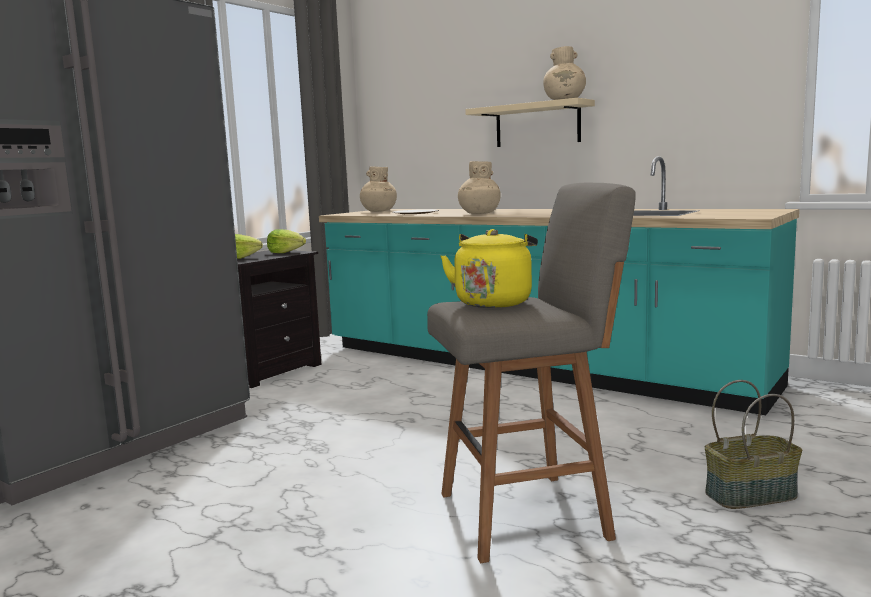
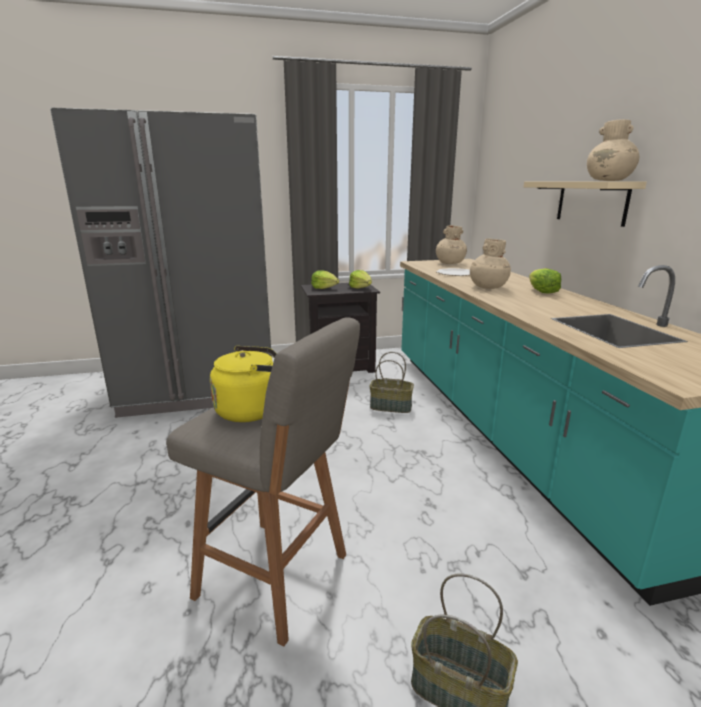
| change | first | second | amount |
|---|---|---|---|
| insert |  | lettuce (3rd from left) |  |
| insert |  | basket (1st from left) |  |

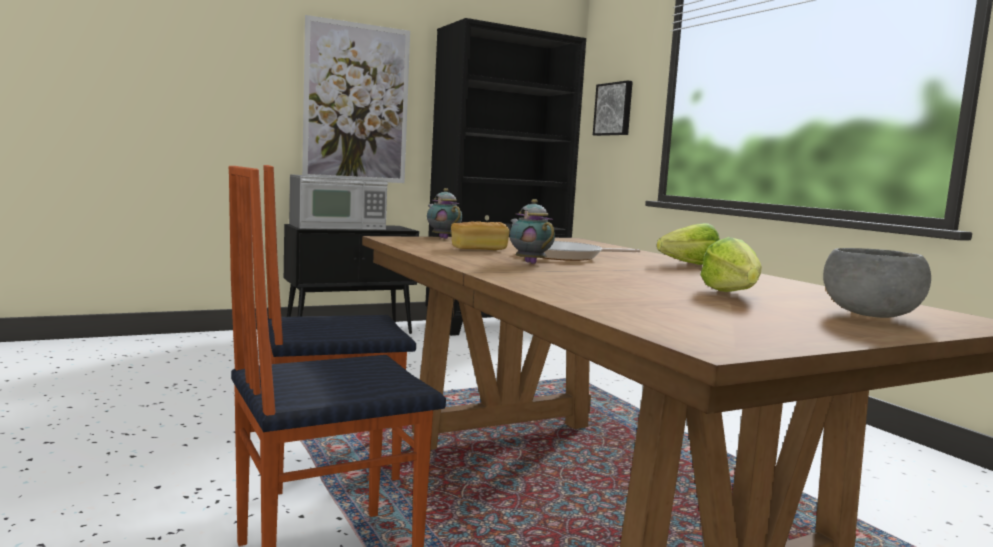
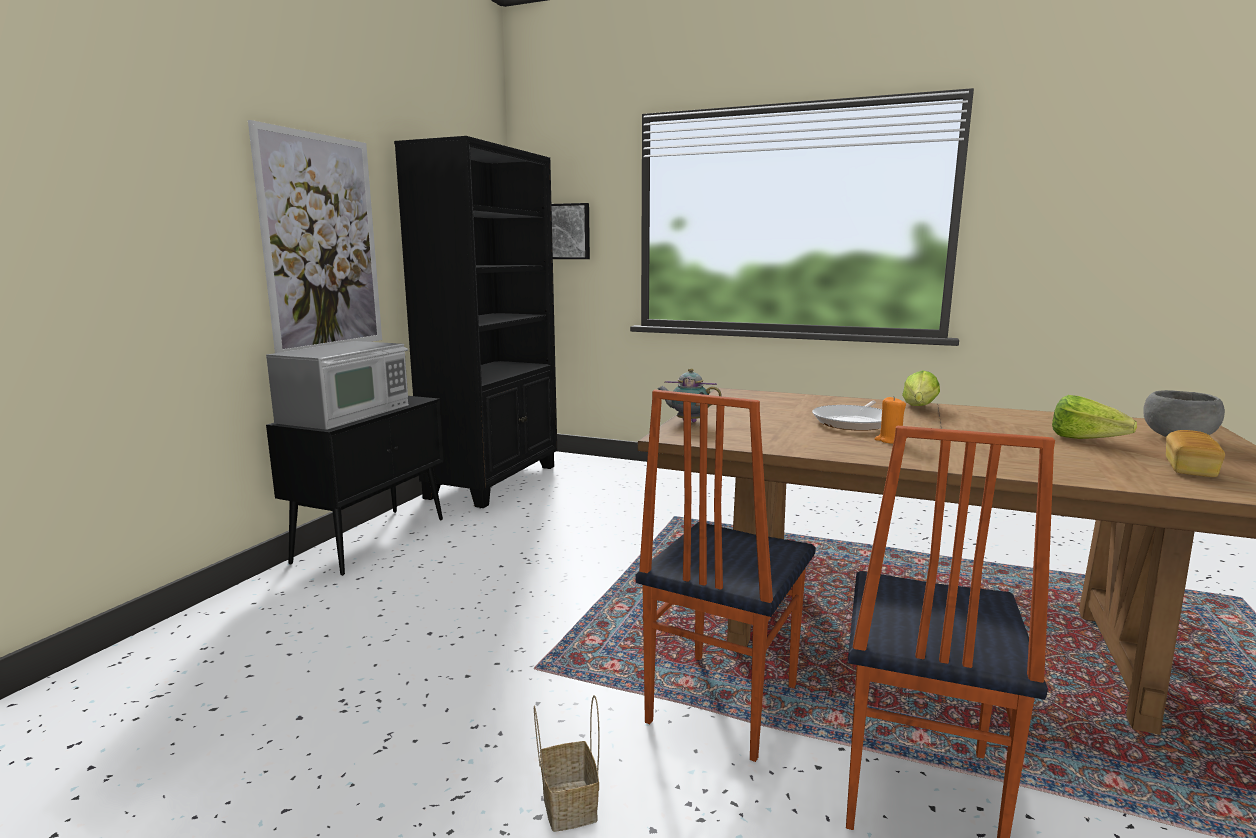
| change | first | second | amount |
|---|---|---|---|
| replace | teapot (2nd from left) | orange candle |  |
| move | bread |  |  |
| insert |  | basket |  |

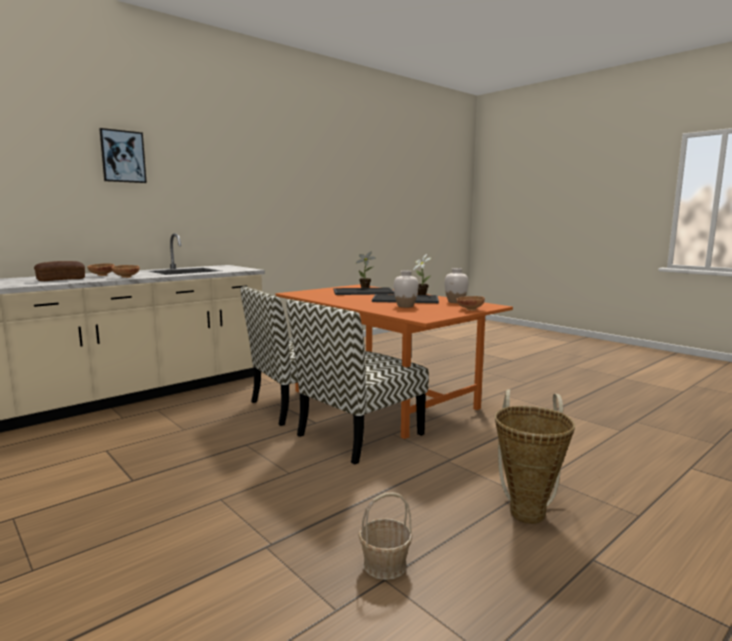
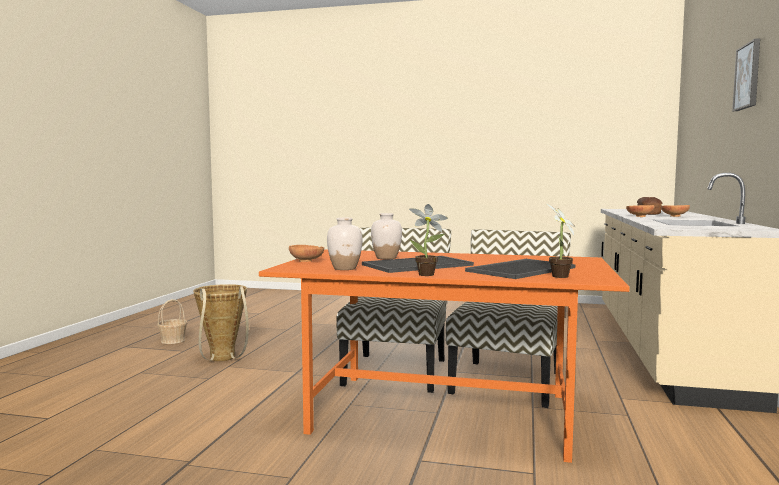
| change | first | second | amount |
|---|---|---|---|
| move | basket (1st from left) |  |  |

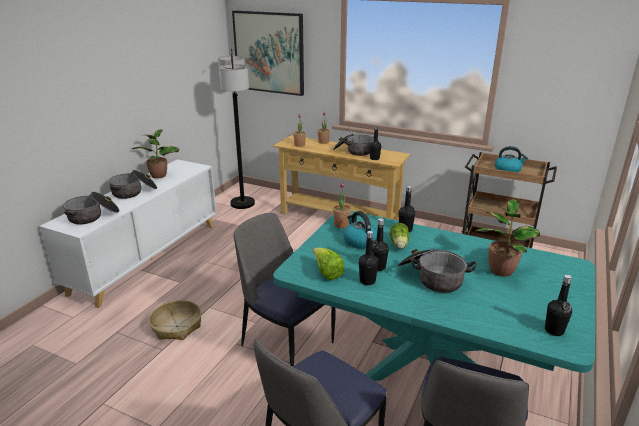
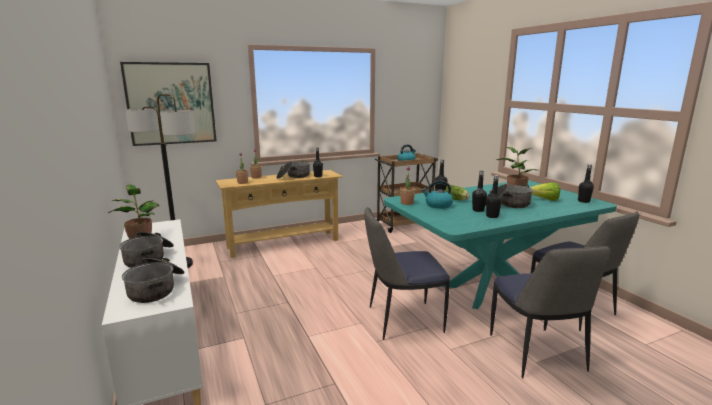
| change | first | second | amount |
|---|---|---|---|
| move | lettuce (1st from left in the first image) | lettuce (2nd from left) |  |
| delete | basket |  |  |

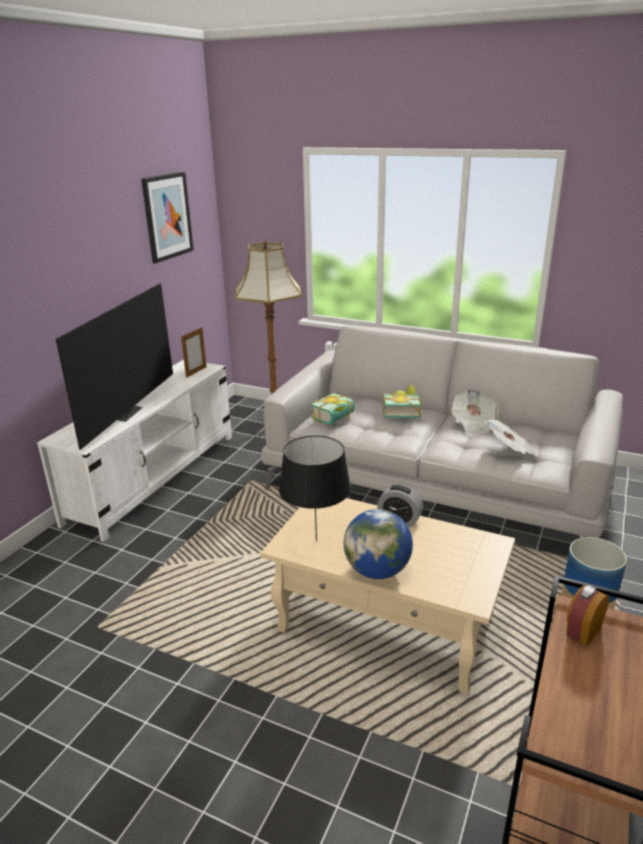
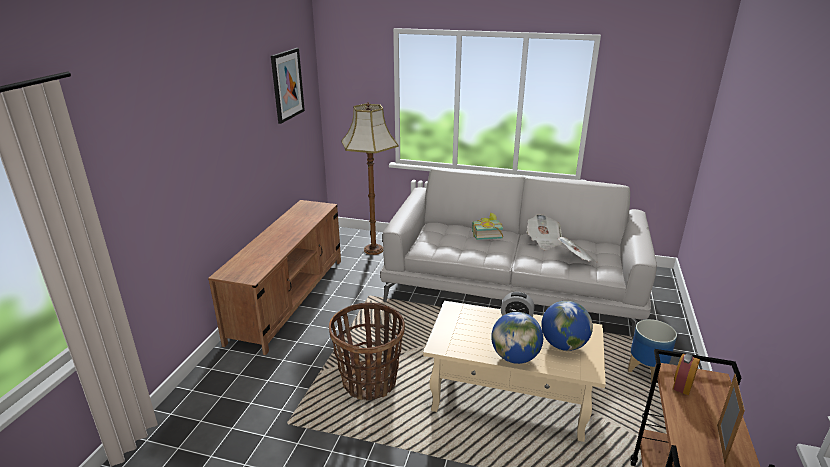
| change | first | second | amount |
|---|---|---|---|
| delete | television |  |  |
| move | picture frame |  |  |
| recolor | white tv stand | brown tv stand |  |
| delete | book (1st from left) |  |  |
| delete | black table lamp |  |  |
| insert |  | globe (2nd from left) |  |
| insert |  | basket |  |

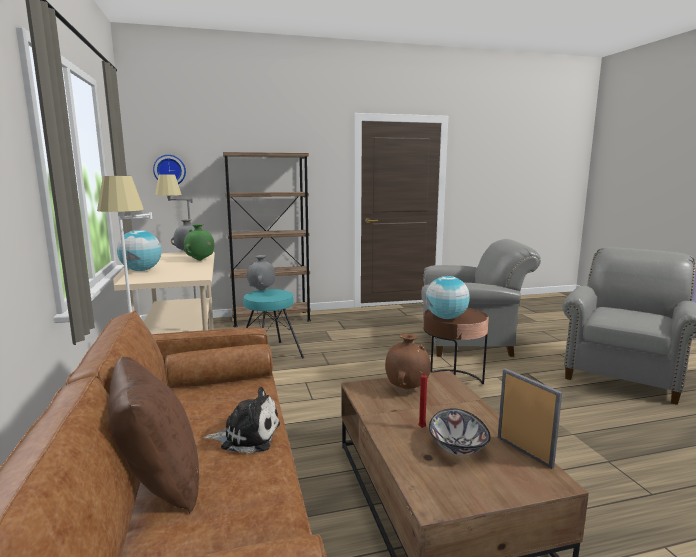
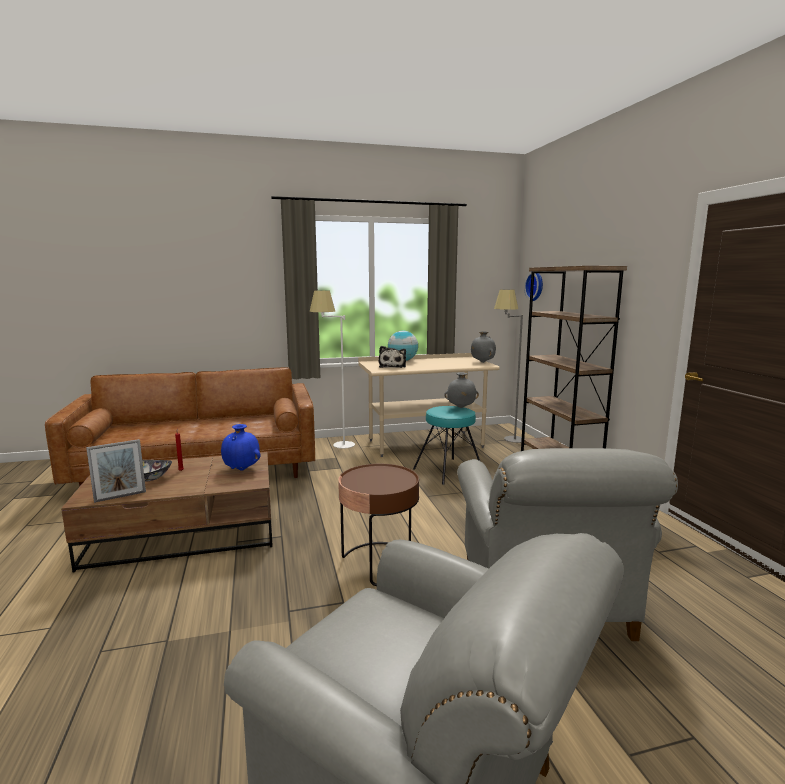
| change | first | second | amount |
|---|---|---|---|
| delete | green vase |  |  |
| delete | globe (2nd from left) |  |  |
| recolor | brown vase | blue vase |  |
| delete | brown pillow |  |  |
| move | plush toy |  |  |

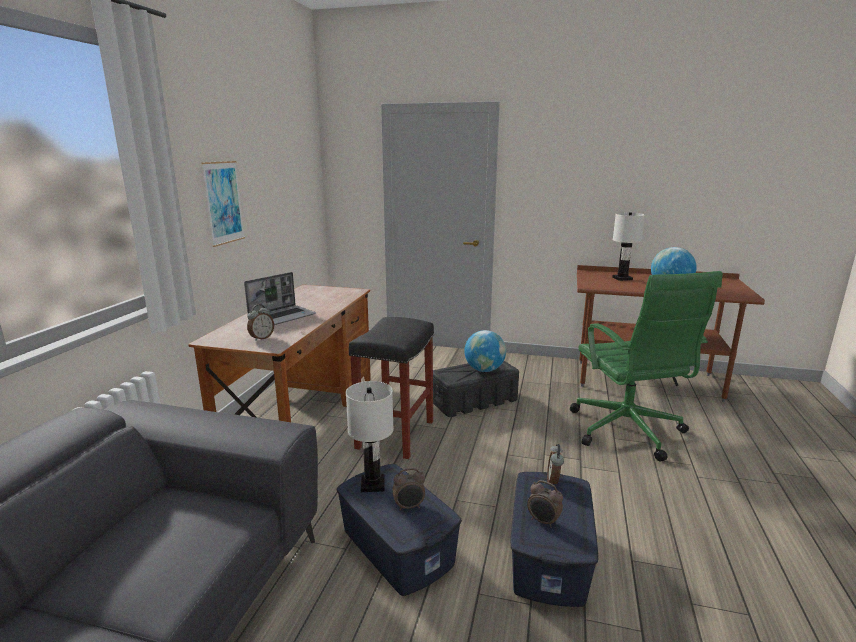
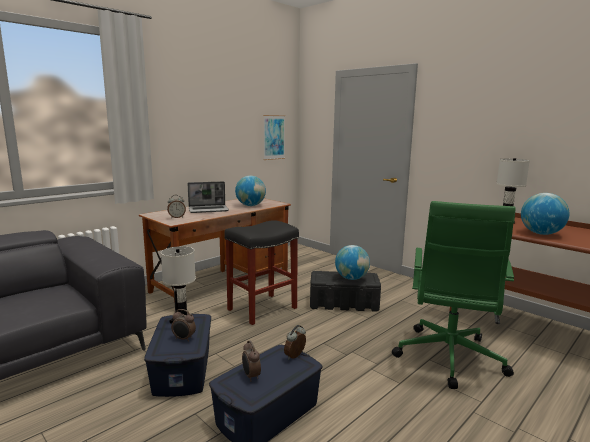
| change | first | second | amount |
|---|---|---|---|
| move | picture |  |  |
| insert |  | globe (1st from left) |  |

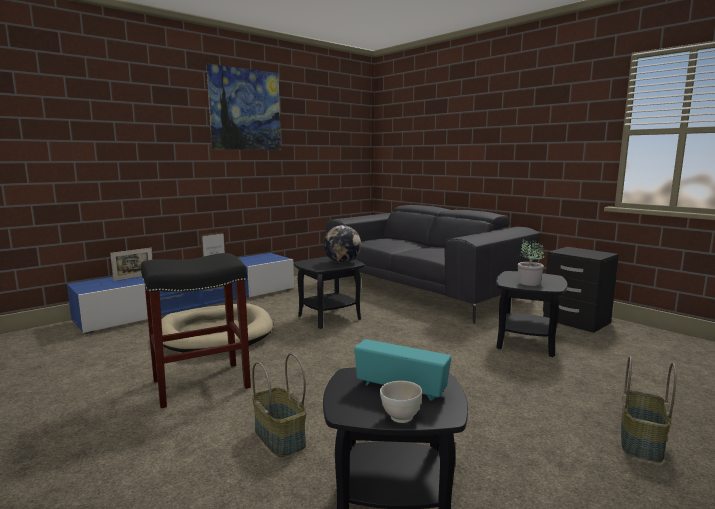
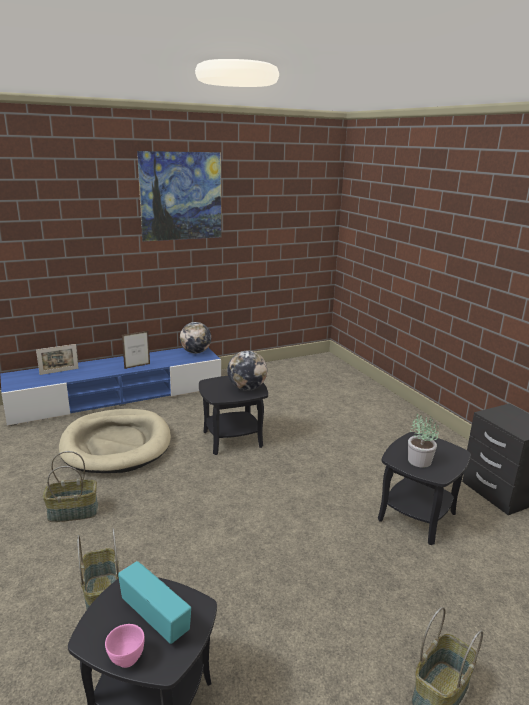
| change | first | second | amount |
|---|---|---|---|
| delete | grey sofa |  |  |
| replace | black stool | basket (1st from left) |  |
| recolor | white bowl | pink bowl |  |
| insert |  | globe (1st from left) |  |

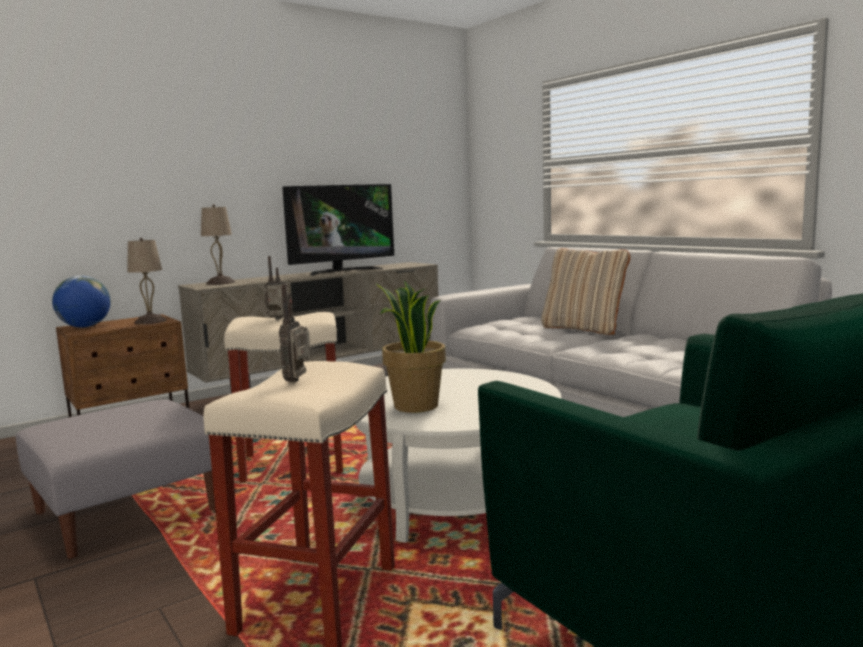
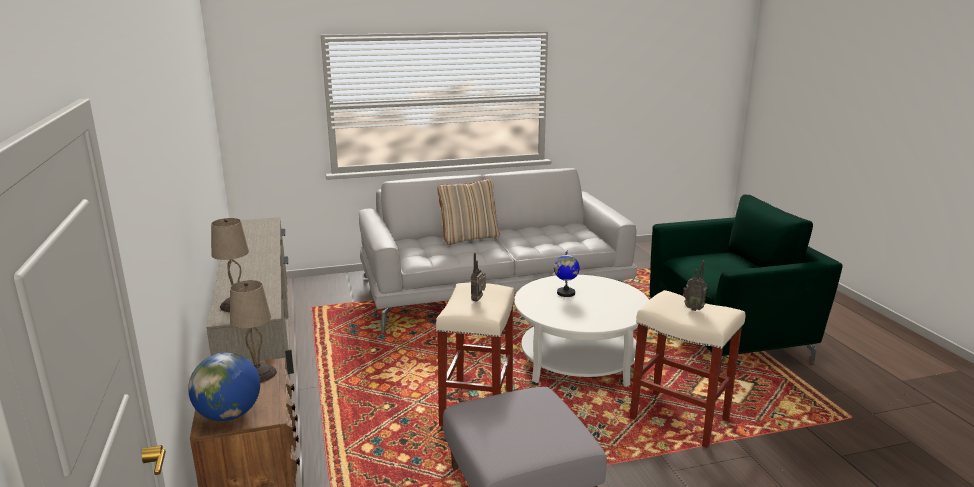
| change | first | second | amount |
|---|---|---|---|
| delete | television |  |  |
| delete | potted plant |  |  |
| insert |  | globe (2nd from left) |  |

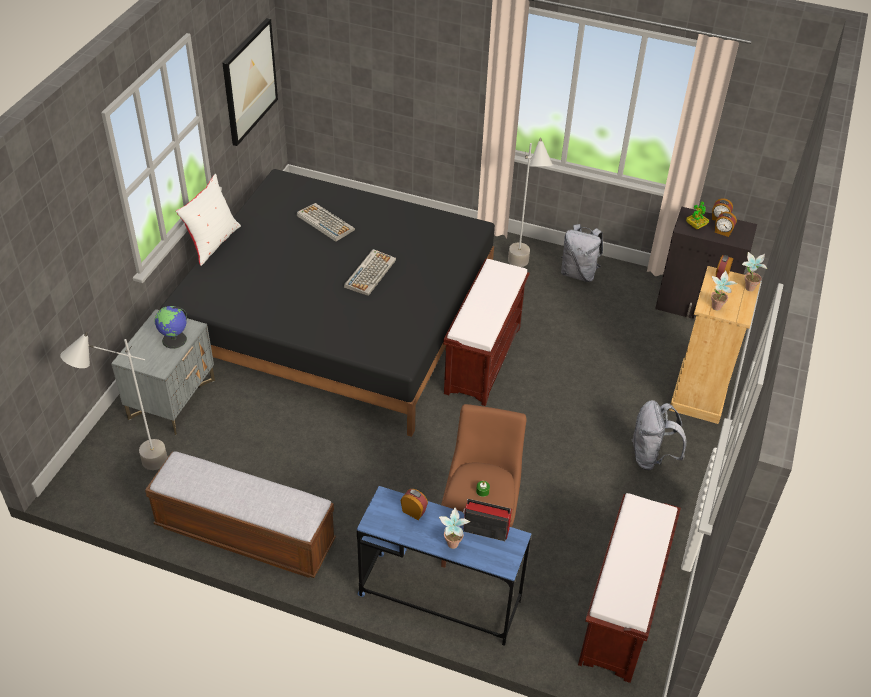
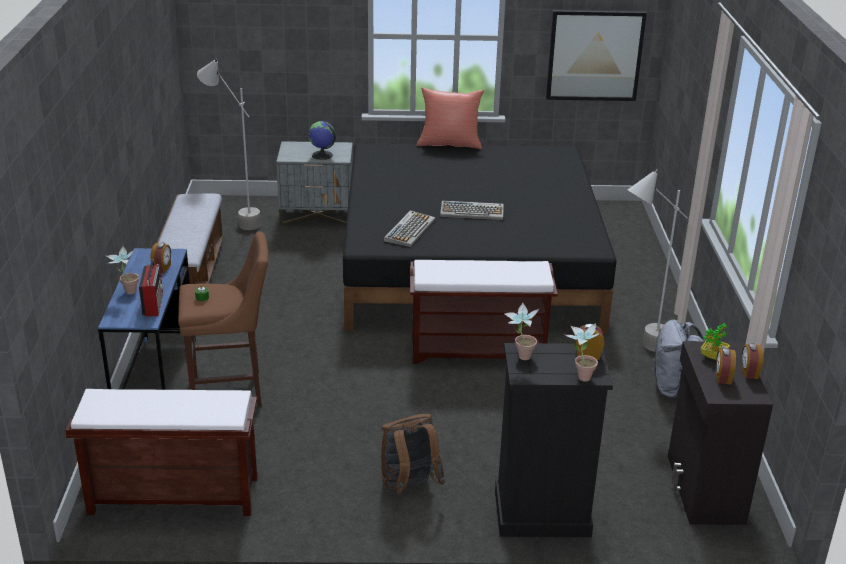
| change | first | second | amount |
|---|---|---|---|
| recolor | white pillow | red pillow |  |
| move | keyboard (1st from left) |  |  |
| recolor | beige dresser | black dresser |  |
| recolor | grey backpack (2nd from left) | brown backpack |  |

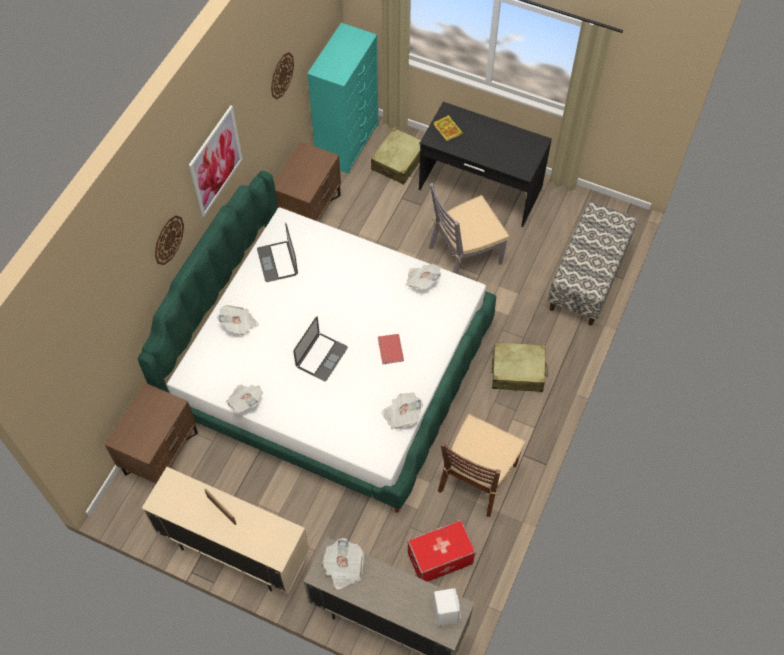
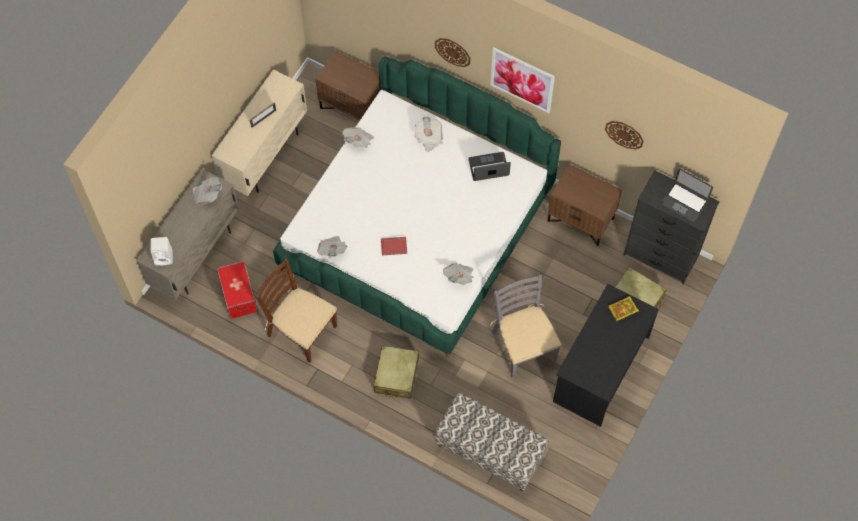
| change | first | second | amount |
|---|---|---|---|
| recolor | turquoise dresser | black dresser |  |
| move | laptop (2nd from left) |  |  |

